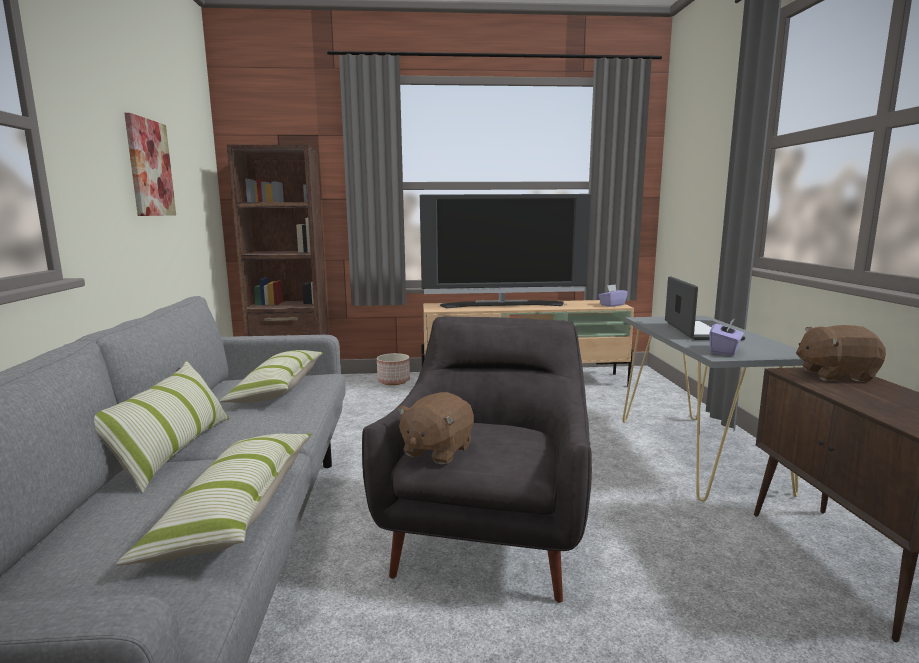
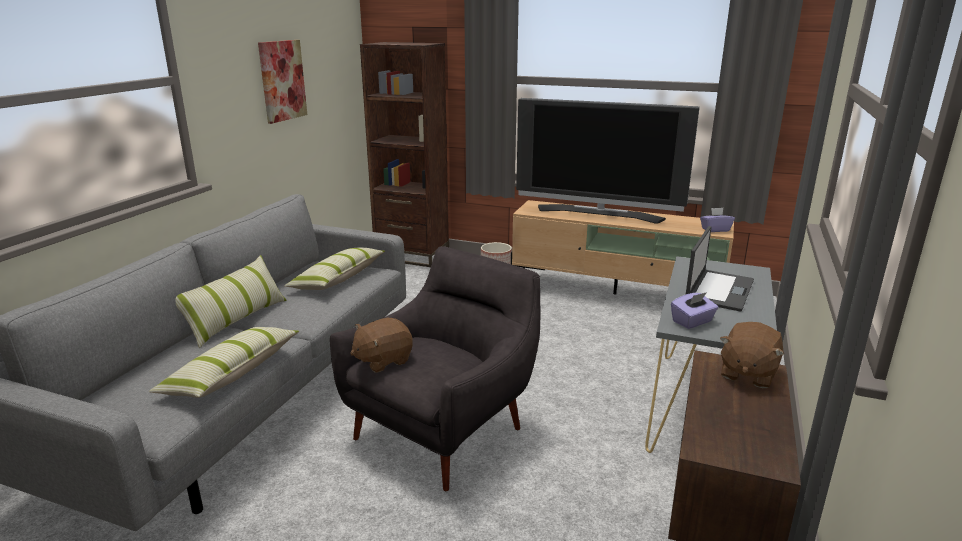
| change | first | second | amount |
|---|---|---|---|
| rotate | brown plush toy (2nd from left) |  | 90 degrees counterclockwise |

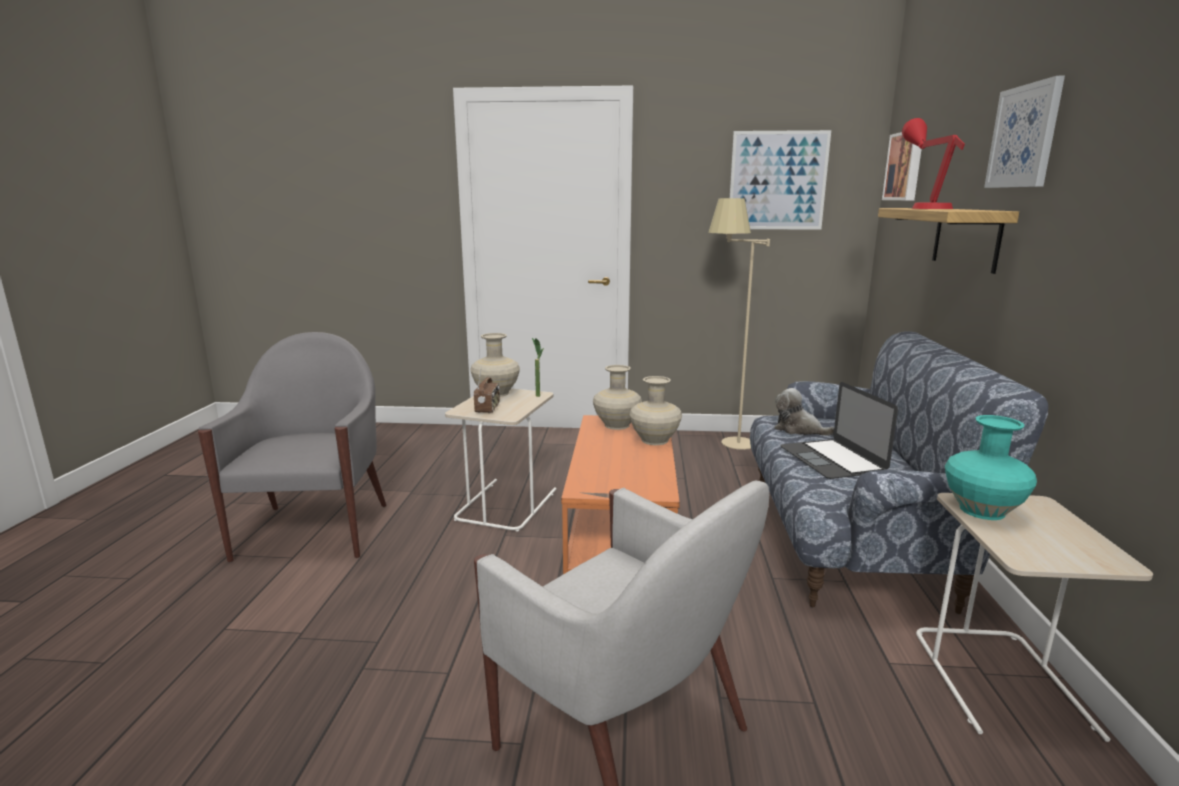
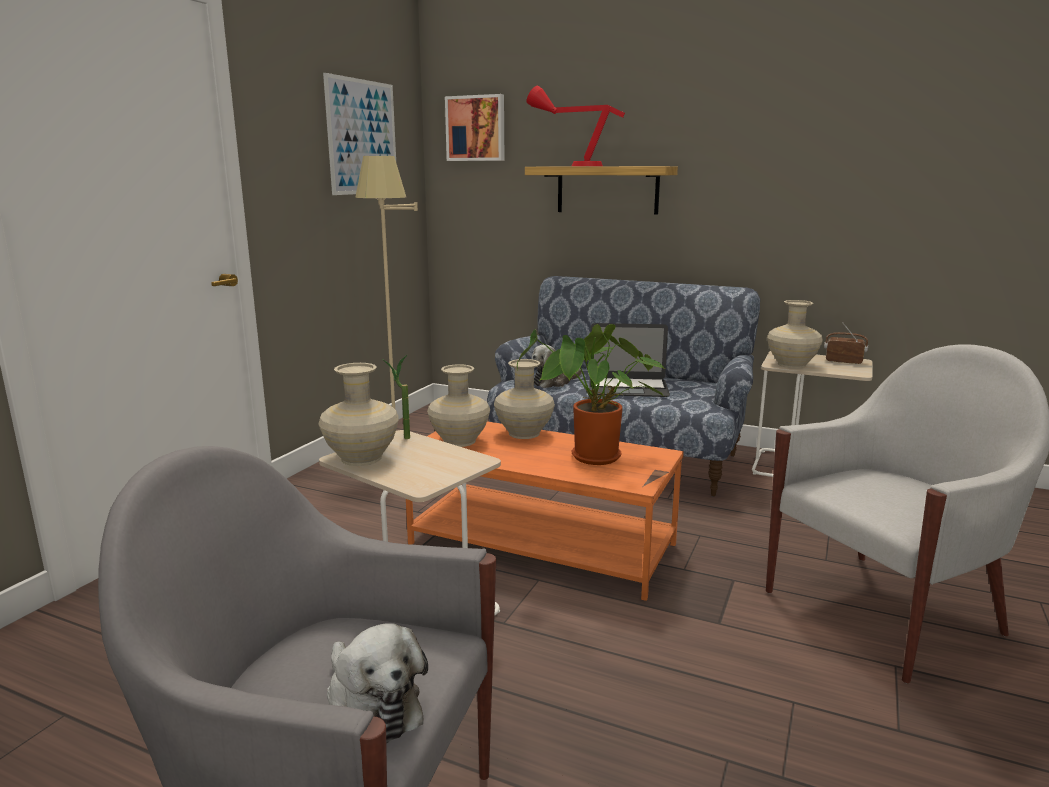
| change | first | second | amount |
|---|---|---|---|
| delete | picture (3rd from left) |  |  |
| move | radio |  |  |
| recolor | turquoise vase | beige vase (4th from left) |  |
| insert |  | potted plant (2nd from left) |  |
| insert |  | plush toy (1st from left) |  |

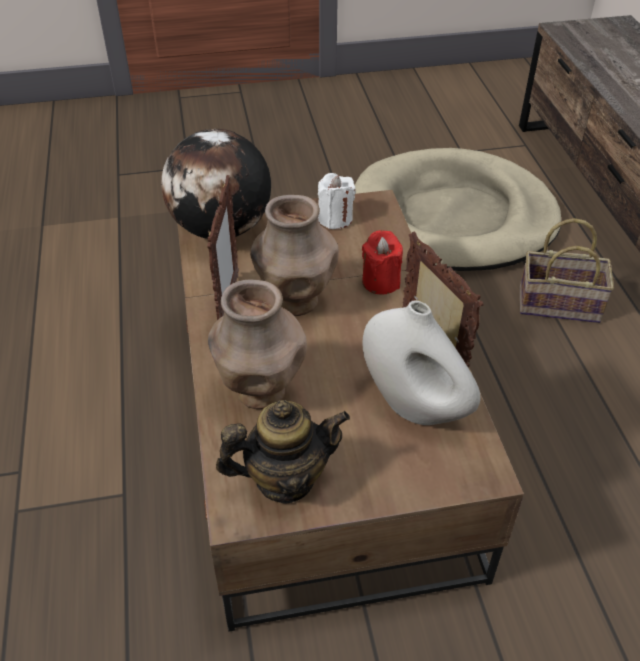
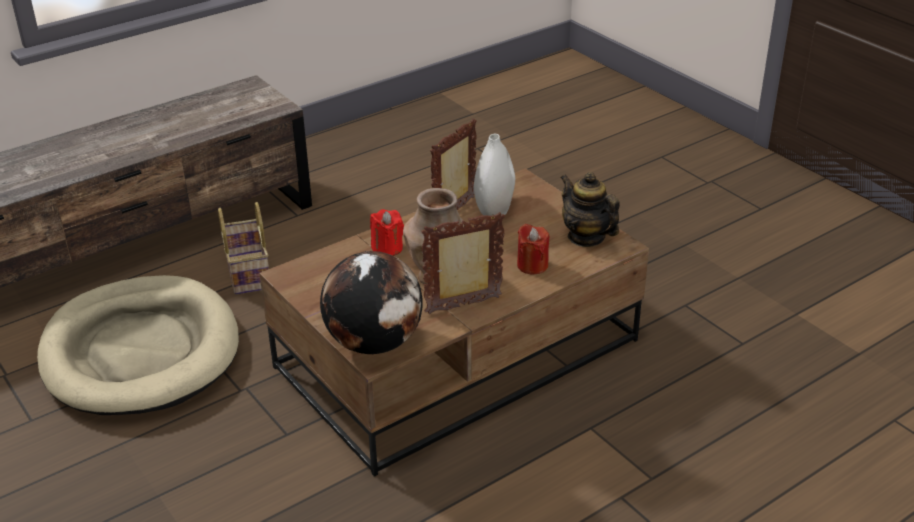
| change | first | second | amount |
|---|---|---|---|
| delete | white candle |  |  |
| replace | brown vase (1st from left) | red candle (2nd from left) |  |

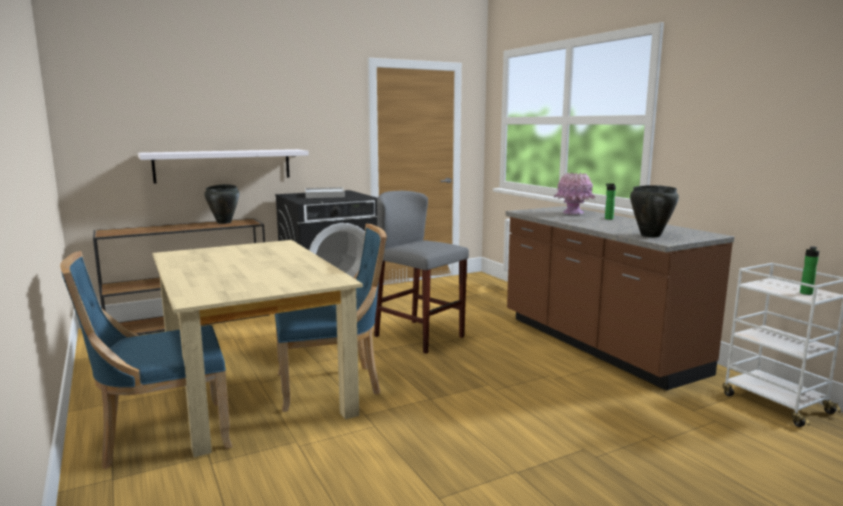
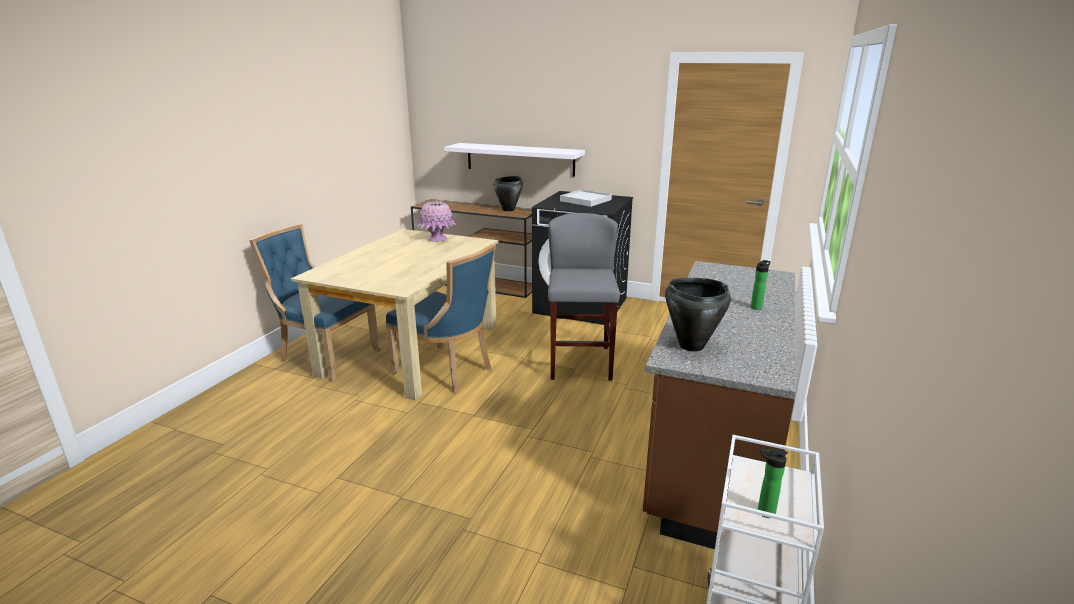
| change | first | second | amount |
|---|---|---|---|
| move | pink vase |  |  |

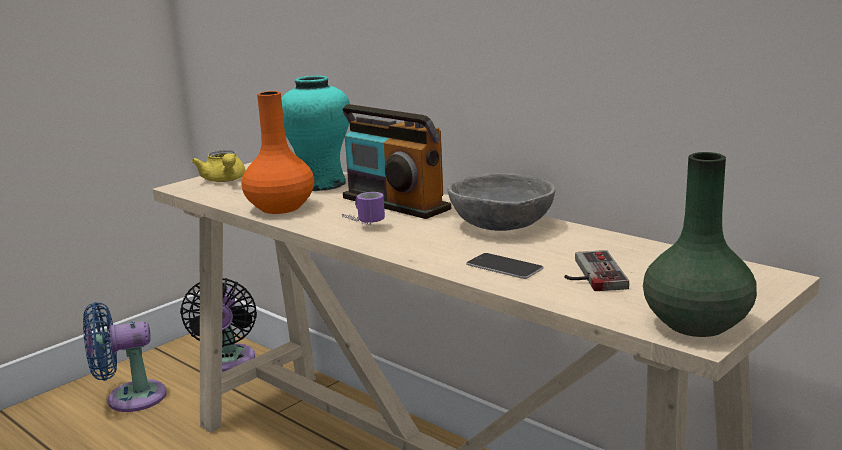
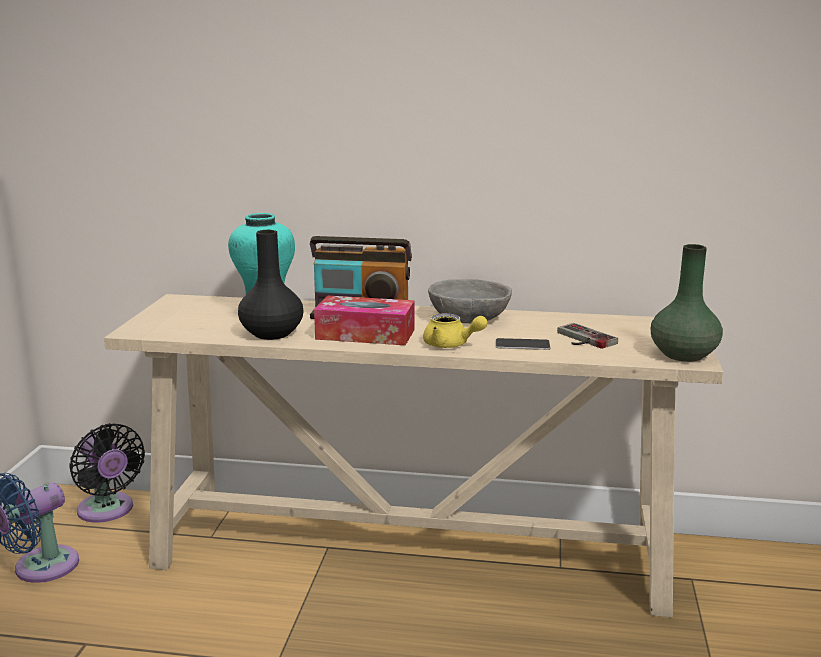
| change | first | second | amount |
|---|---|---|---|
| recolor | orange vase | black vase |  |
| move | yellow teapot |  |  |
| replace | mug | tissue box |  |

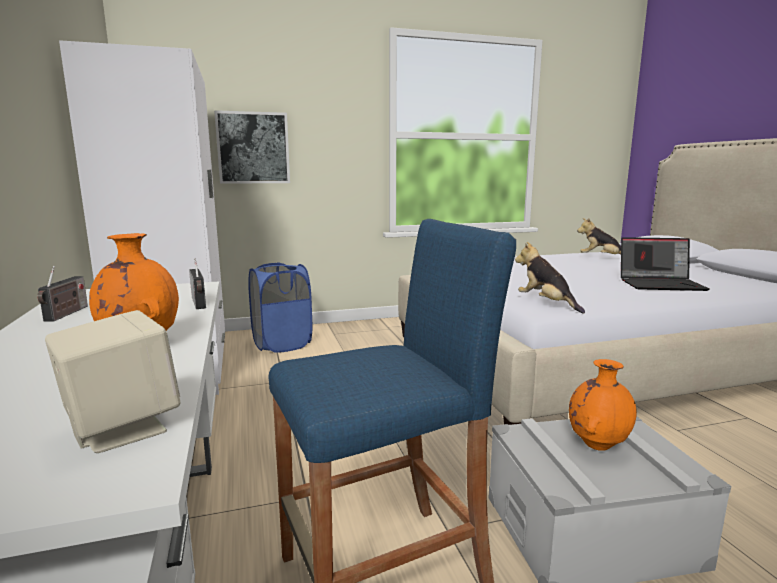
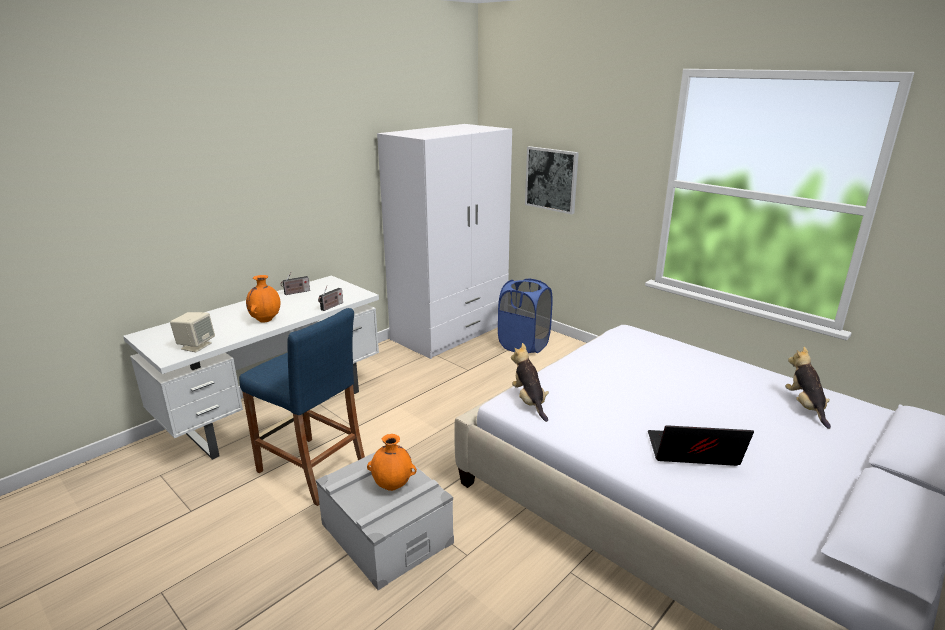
| change | first | second | amount |
|---|---|---|---|
| rotate | laptop |  | 120 degrees clockwise |
| rotate | plush toy (1st from left) |  | 45 degrees counterclockwise |

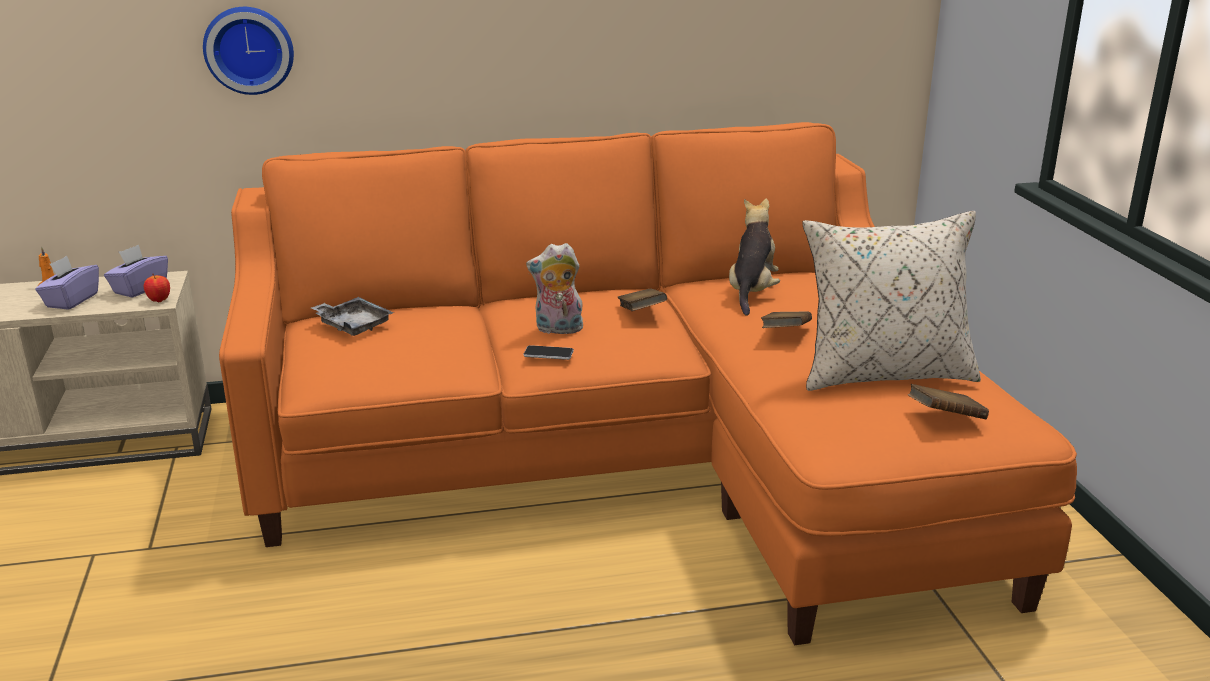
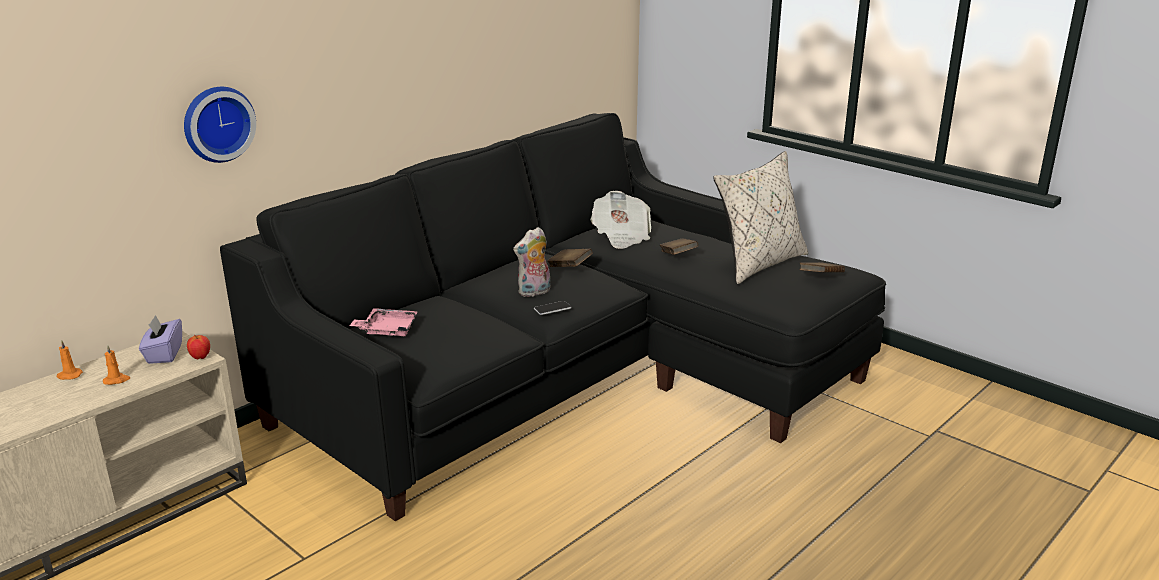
| change | first | second | amount |
|---|---|---|---|
| recolor | orange sofa | black sofa |  |
| replace | plush toy (2nd from left) | newspaper |  |
| replace | purple tissue box (1st from left) | orange candle (2nd from left) |  |
| recolor | grey tray | pink tray |  |

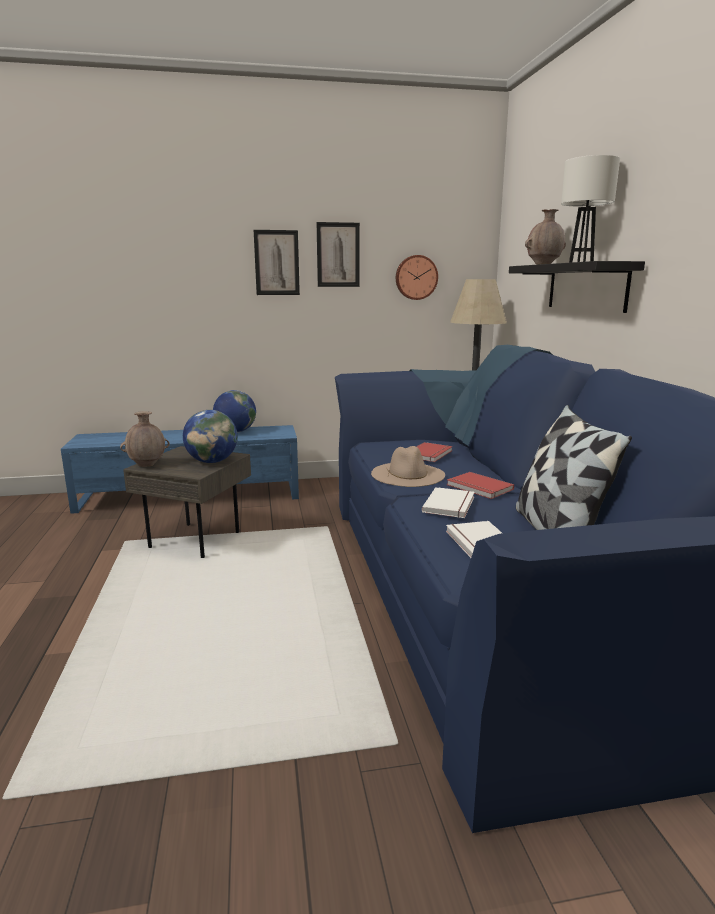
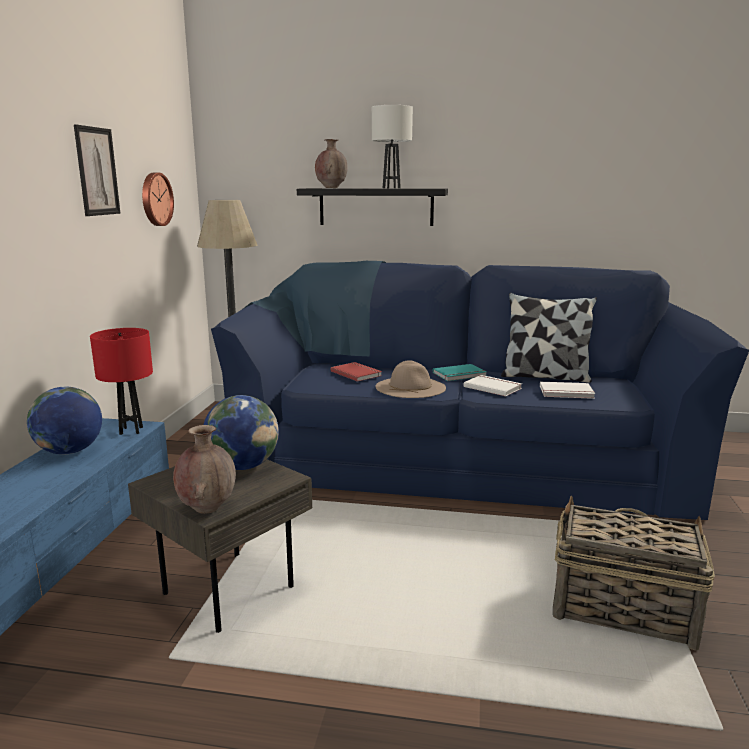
| change | first | second | amount |
|---|---|---|---|
| delete | picture (1st from left) |  |  |
| recolor | red book (2nd from left) | turquoise book |  |
| insert |  | red table lamp |  |
| insert |  | basket |  |

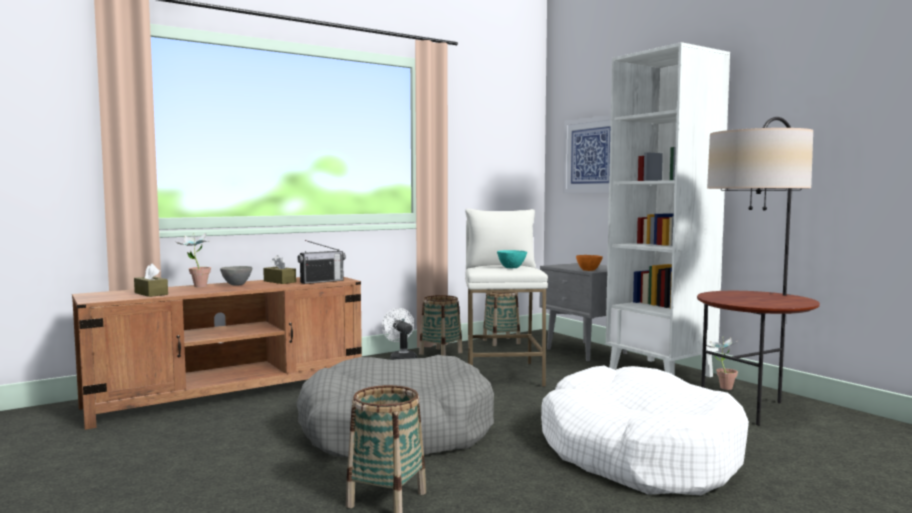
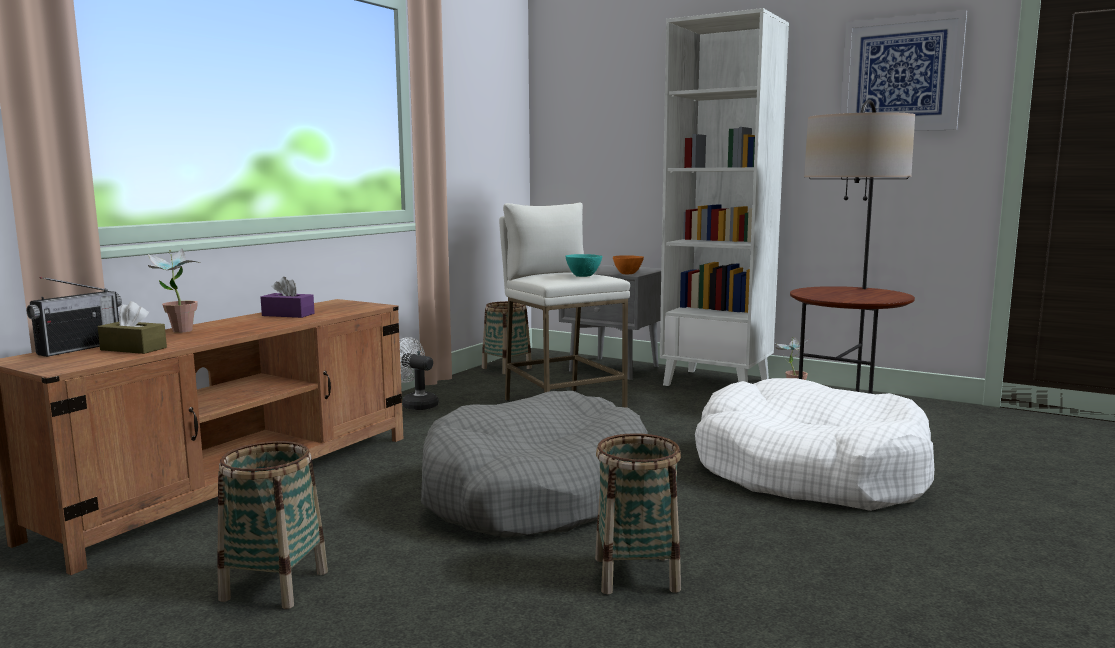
| change | first | second | amount |
|---|---|---|---|
| move | picture |  |  |
| move | radio |  |  |
| recolor | brown tissue box (2nd from left) | purple tissue box |  |
| delete | grey bowl |  |  |
| move | basket (2nd from left in the first image) | basket (1st from left) |  |

